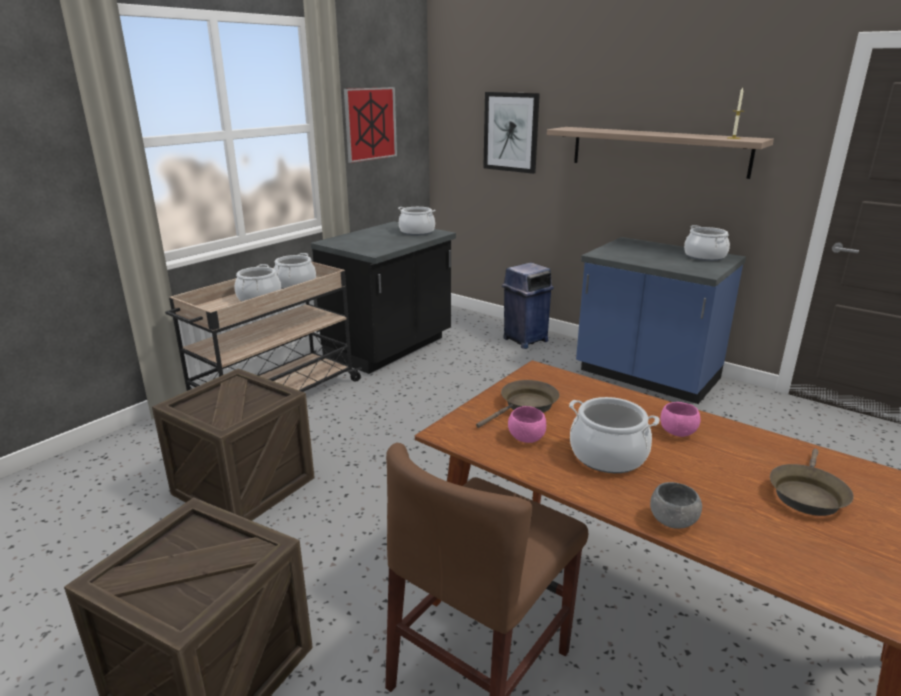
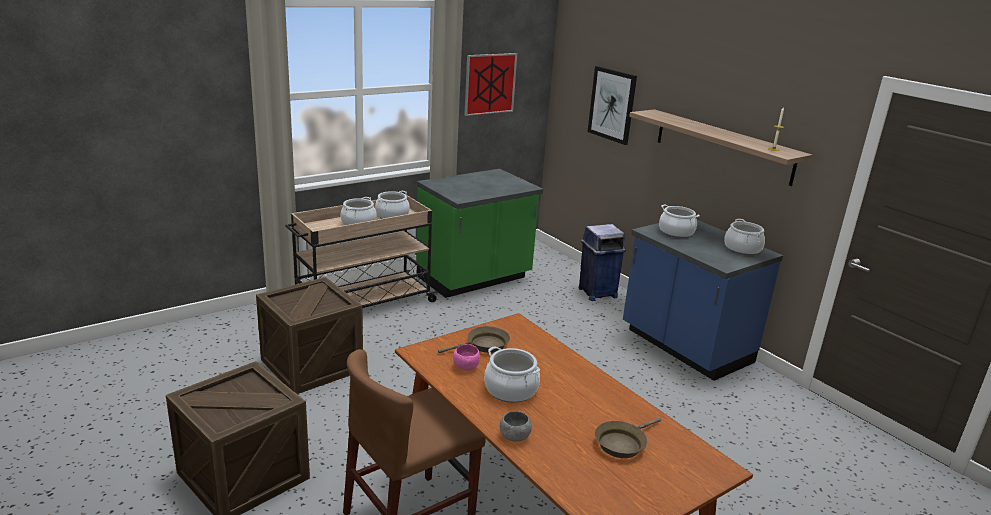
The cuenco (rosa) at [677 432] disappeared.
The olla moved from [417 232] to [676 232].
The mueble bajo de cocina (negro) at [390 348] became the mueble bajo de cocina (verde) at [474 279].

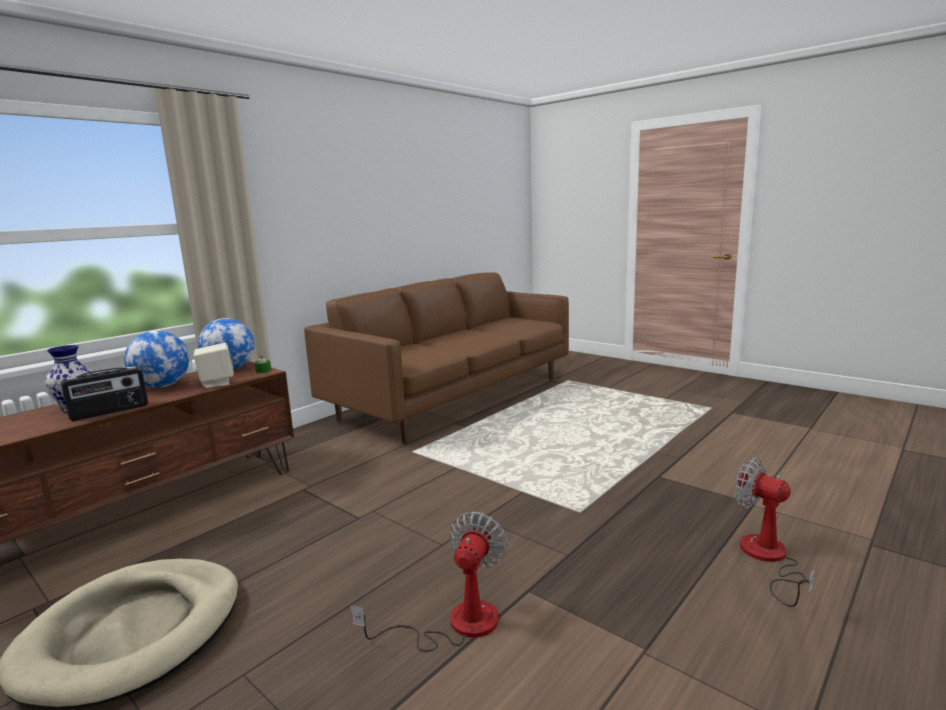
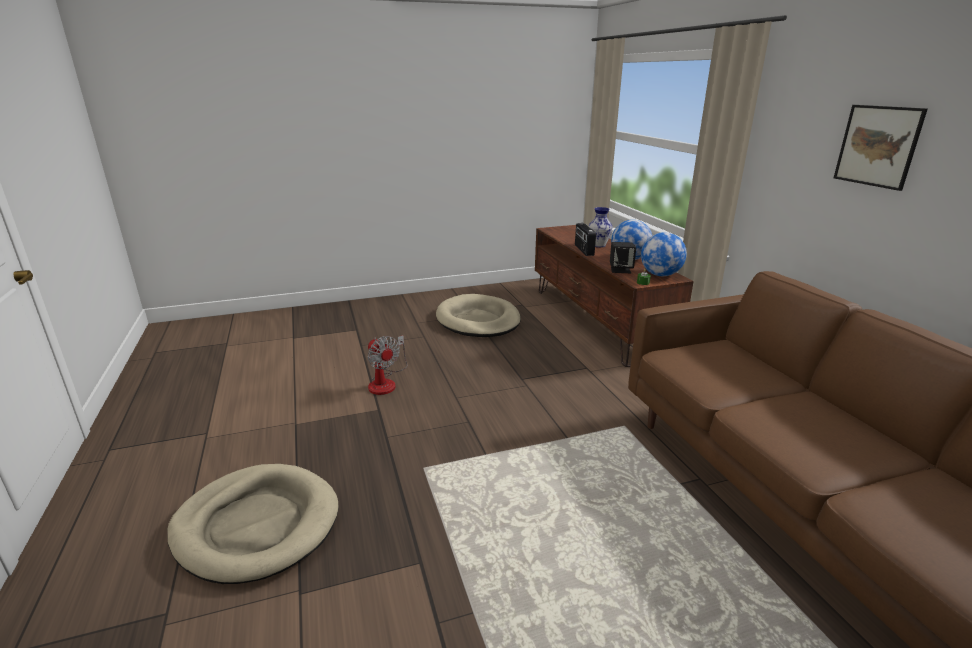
The cuadro at [877 146] appeared.
The ventilador at [768 559] was replaced by the cama para perro (beis) at [257 525].
The altavoz (beis) at [216 383] became the altavoz (negro) at [620 270].

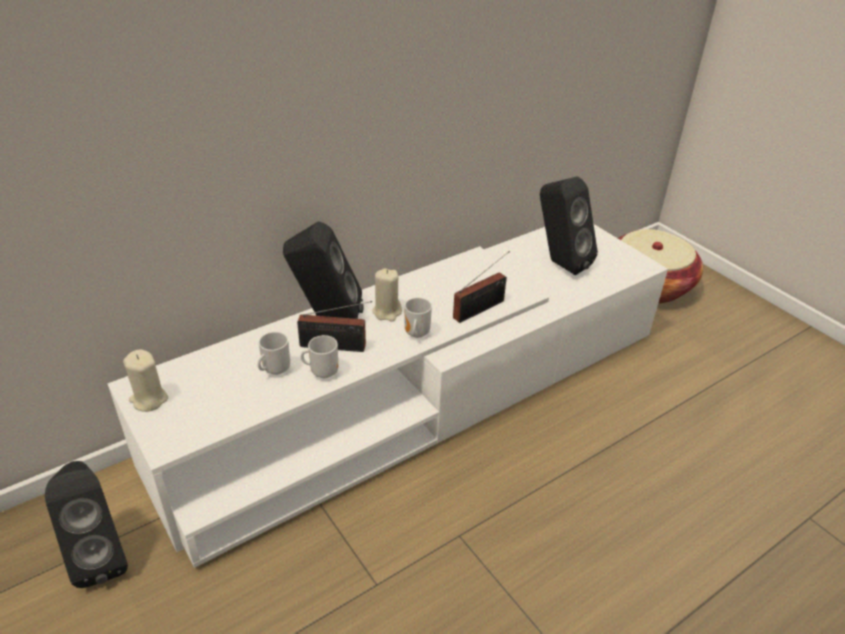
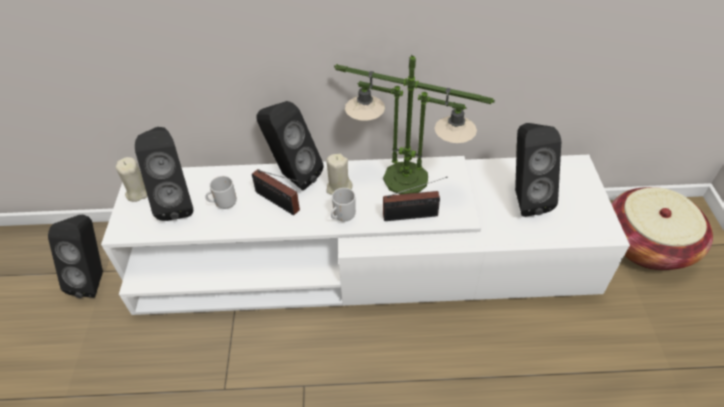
The taza grande at [322 372] disappeared.
The altavoz (negro) at [178 202] appeared.
The lámpara de mesa at [406 179] appeared.

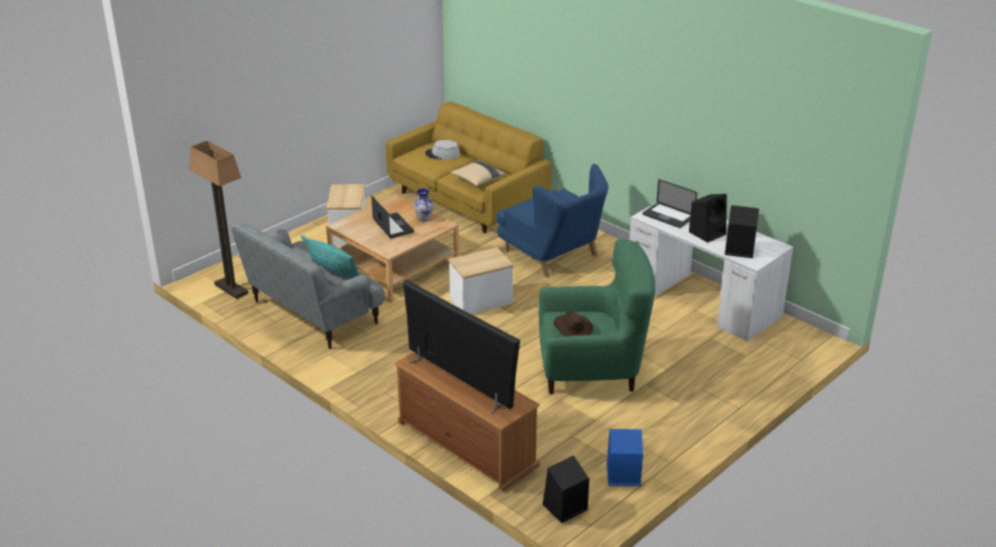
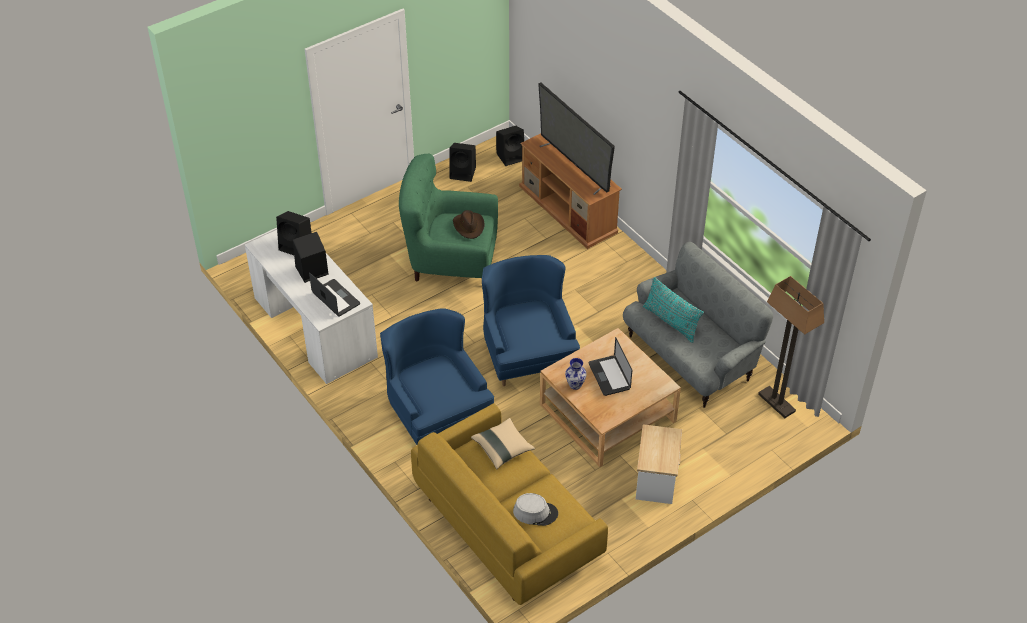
The mesa auxiliar at [480 301] was replaced by the sillón (azul) at [527 352].
The altavoz (azul) at [622 475] became the altavoz (negro) at [463 173].

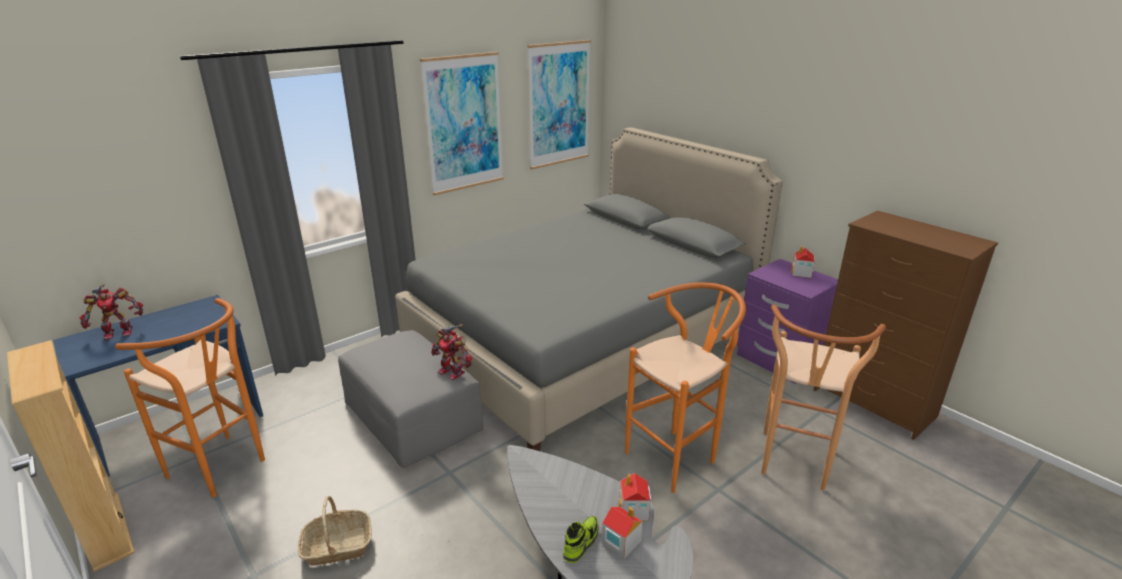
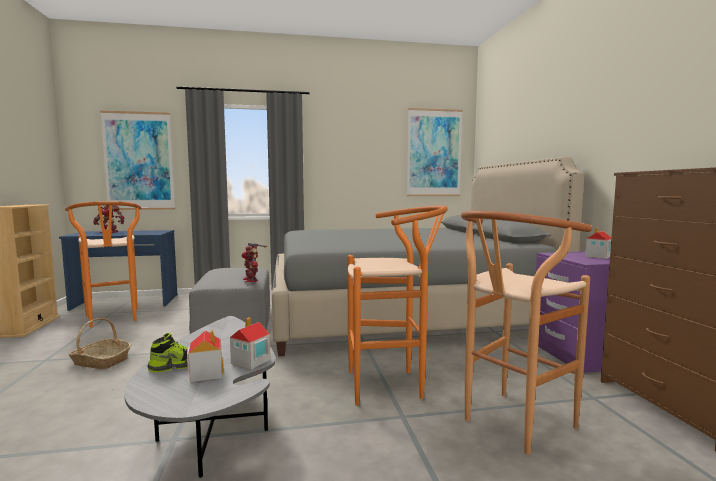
The cuadro moved from [464 123] to [139 161].

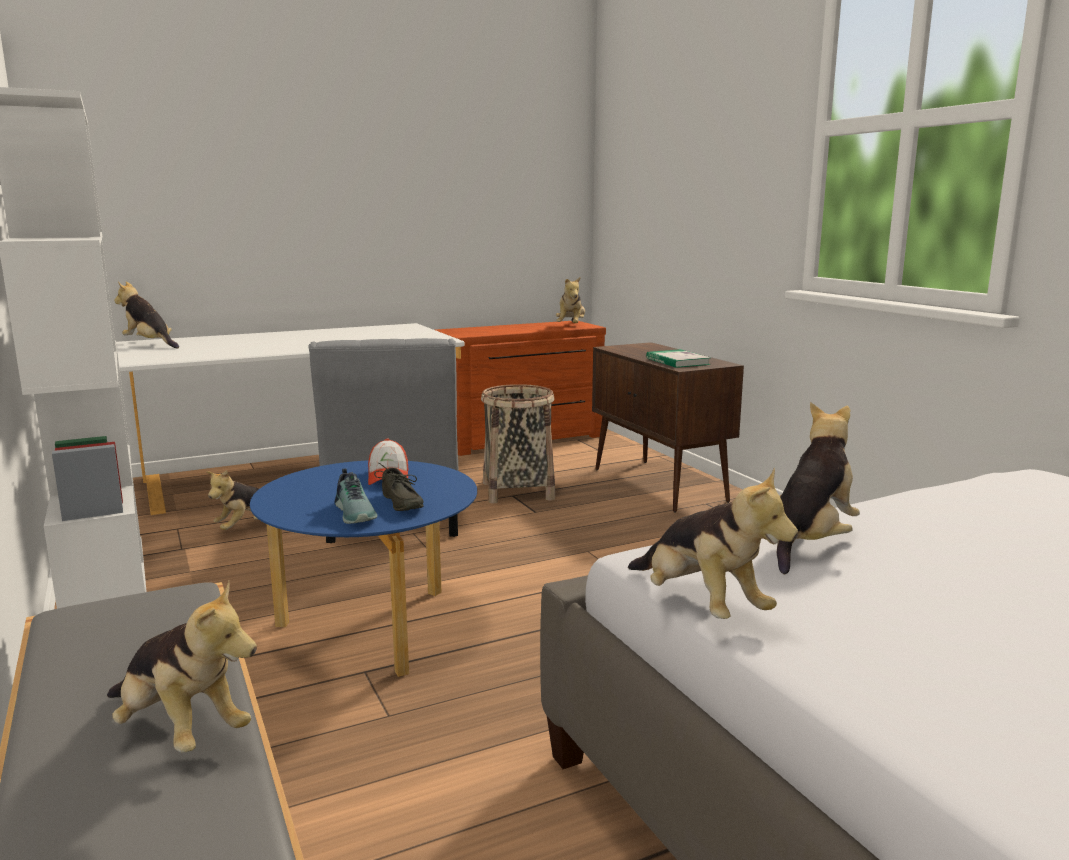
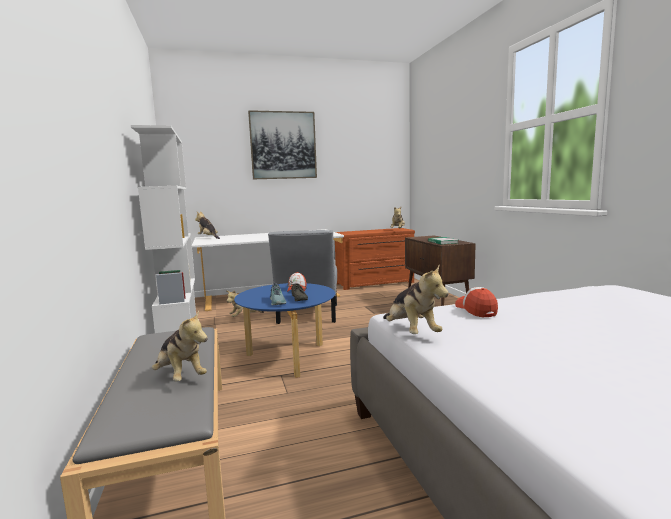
The cesta at [518 491] disappeared.
The cuadro at [283 145] appeared.
The peluche at [810 542] was replaced by the gorra at [476 310].

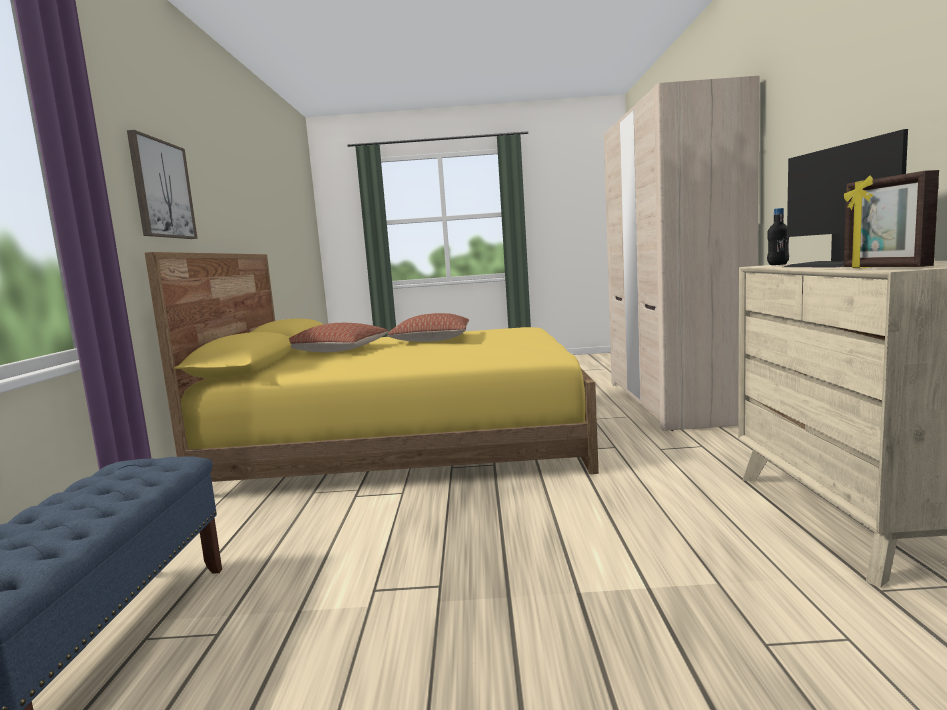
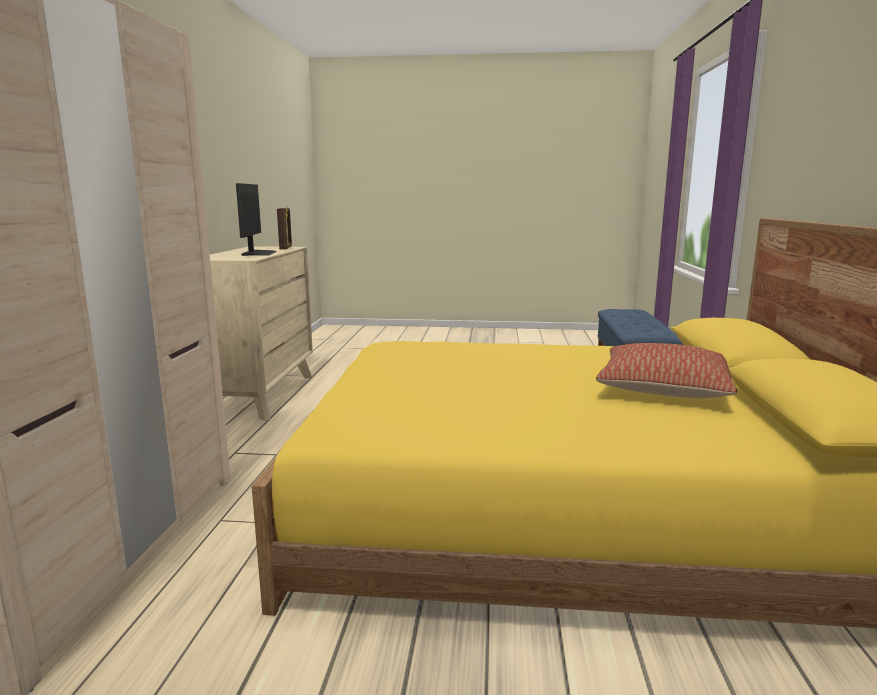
The cuadro at [161 189] disappeared.
The cojín at [431 340] disappeared.
The botella (negro) at [777 264] disappeared.

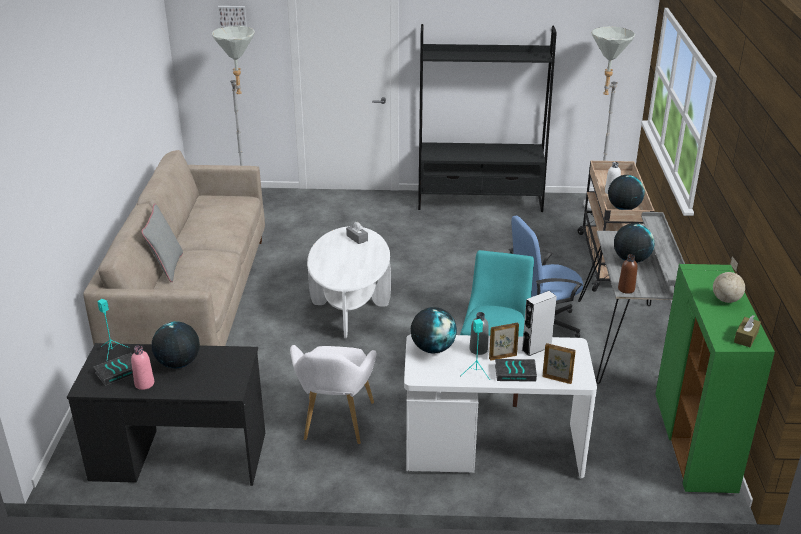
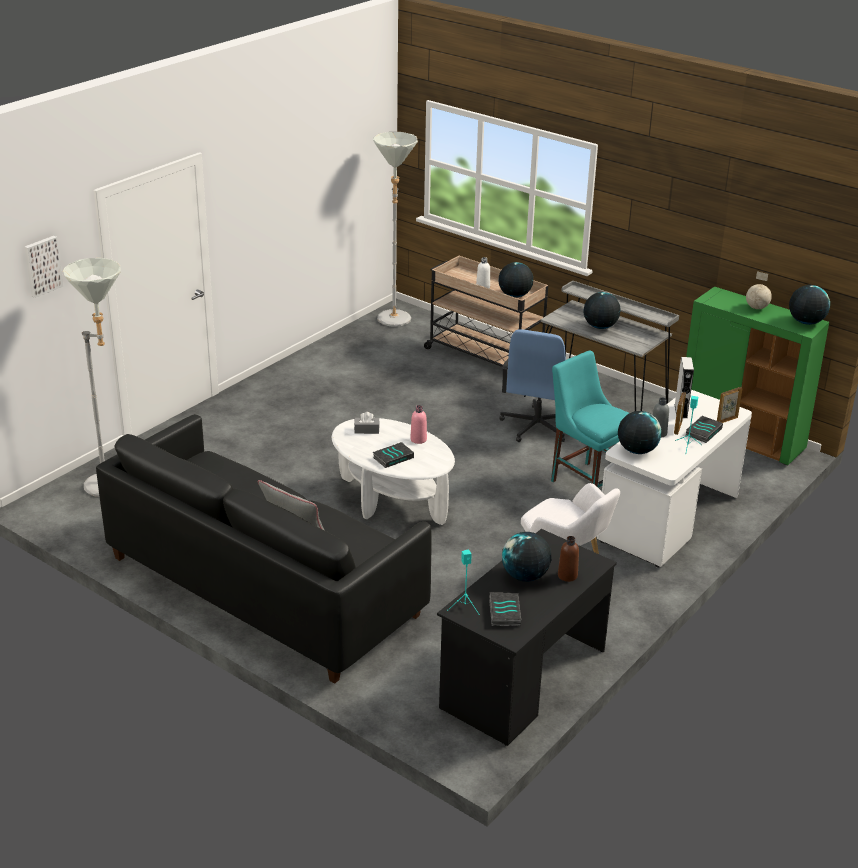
The estantería (negro) at [480 201] disappeared.
The libro at [393 457] appeared.
The botella (rosa) moved from [144 384] to [418 439].
The botella (marrón) moved from [626 289] to [567 576].
The caja de pañuelos (marrón) at [746 337] was replaced by the globo terráqueo at [806 322].
The sofá (beis) at [192 300] became the sofá (negro) at [263 586].

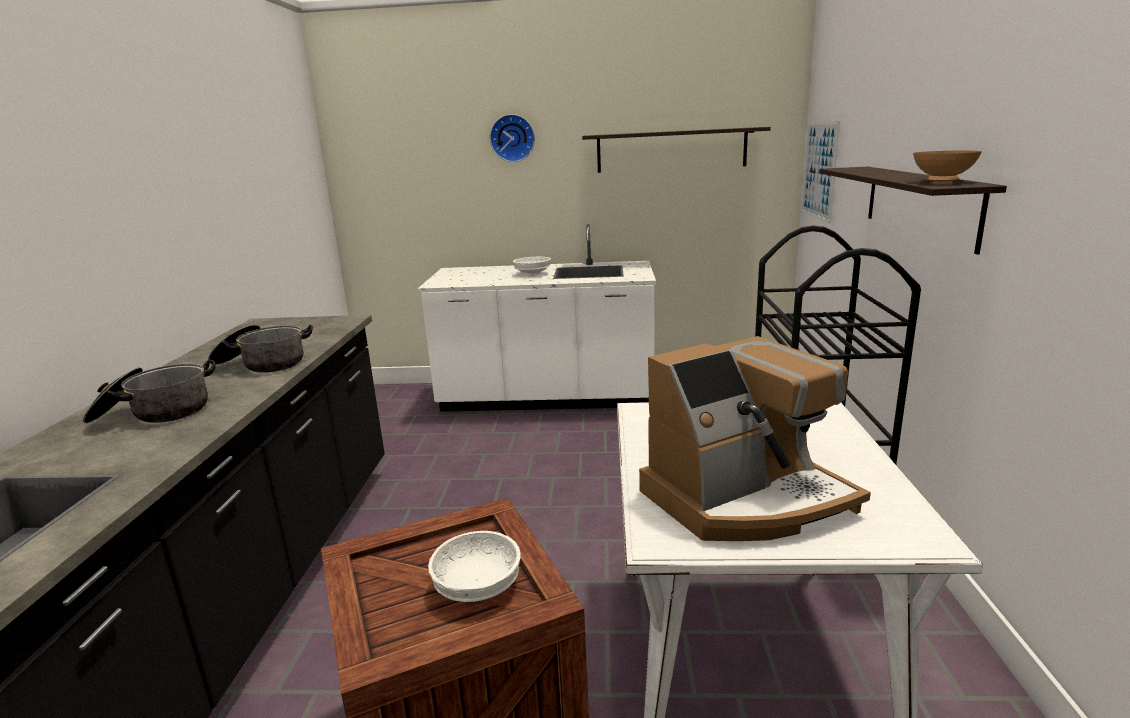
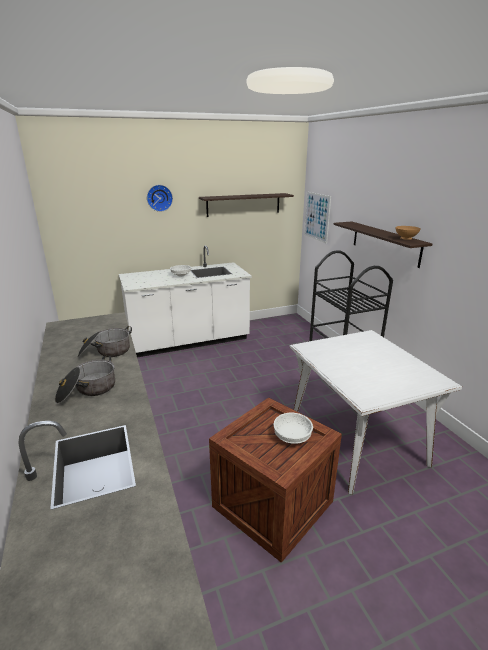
The cafetera at [746 498] disappeared.

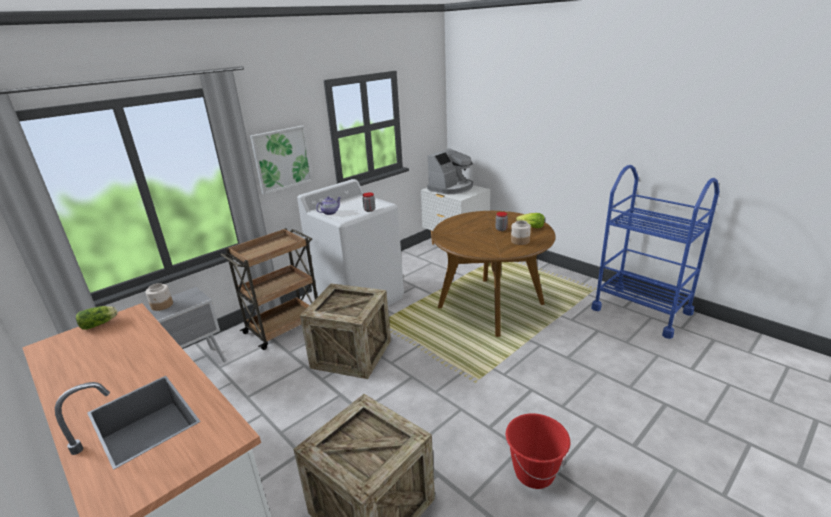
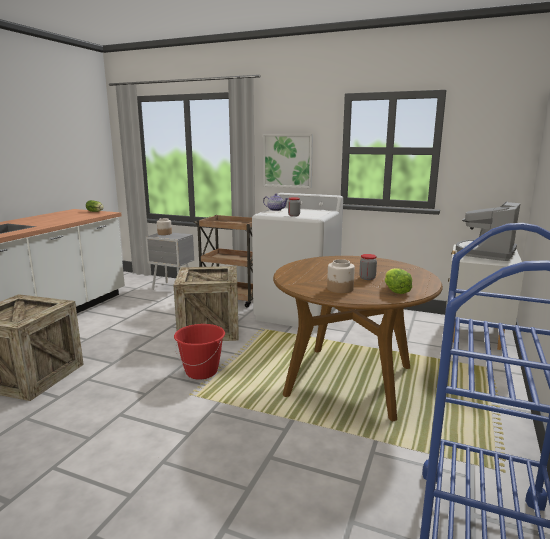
The cubo (rojo) moved from [534 473] to [201 372].
The cafetera at [451 188] turned 105 degrees clockwise.

